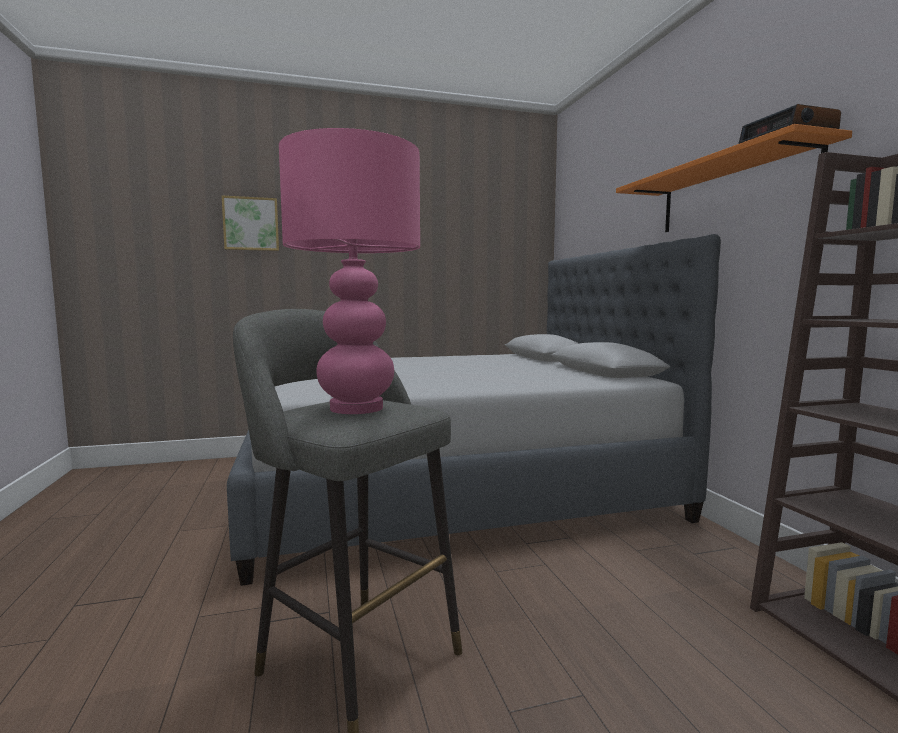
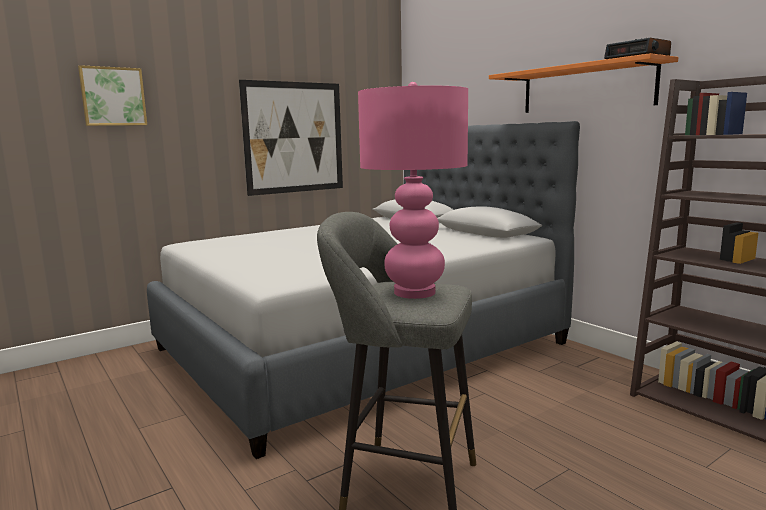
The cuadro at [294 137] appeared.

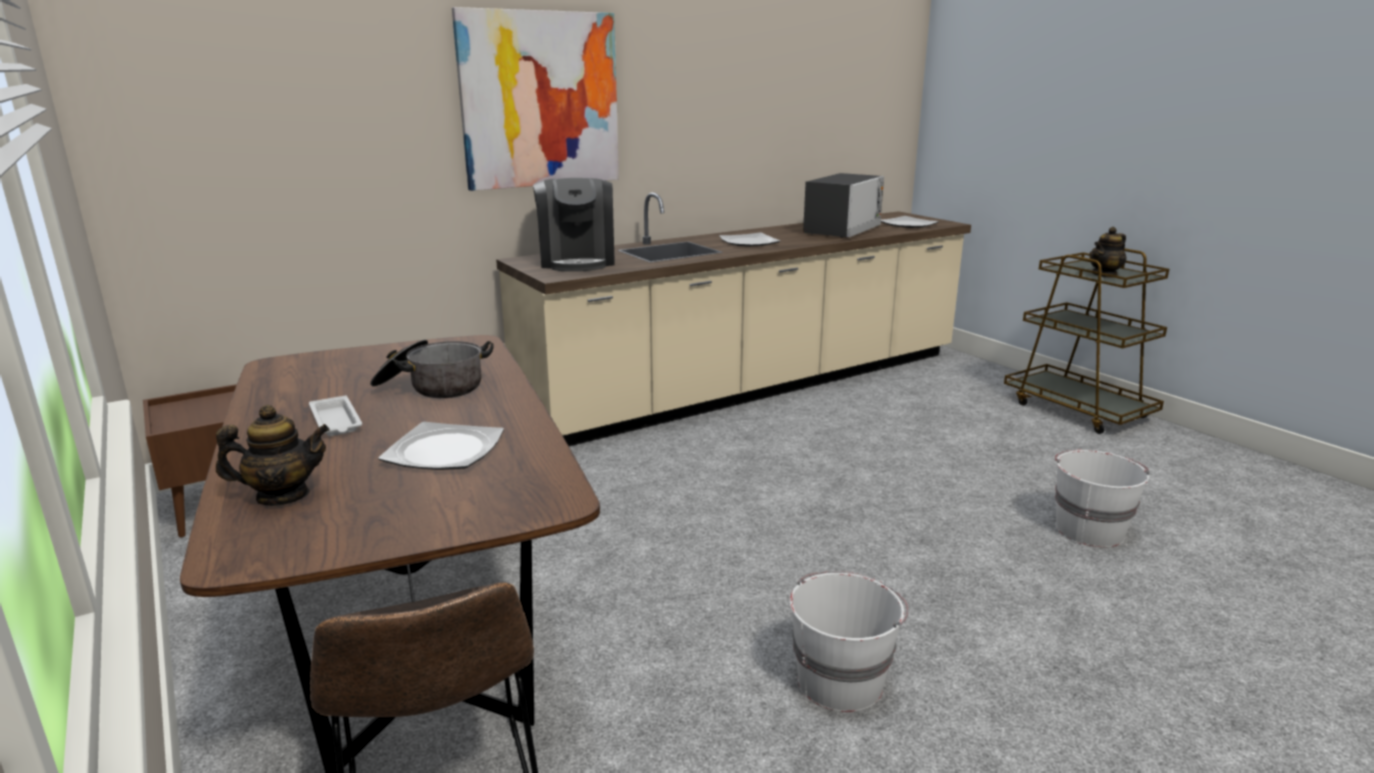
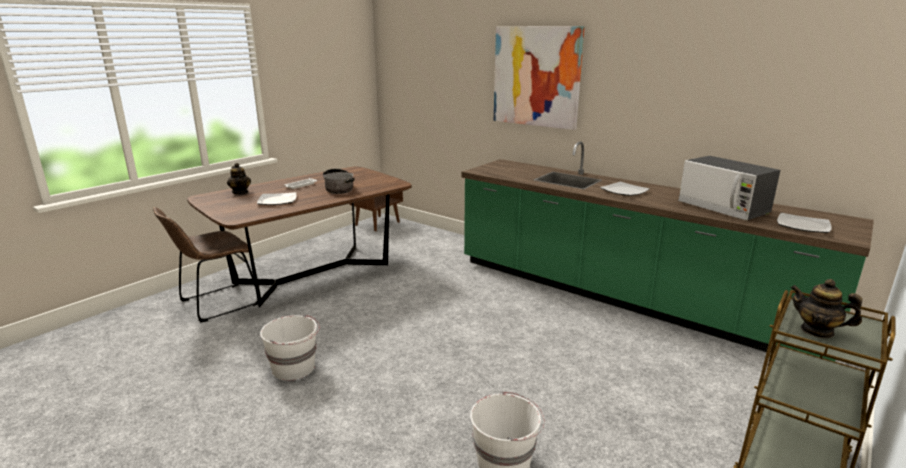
The cafetera at [577 261] disappeared.
The mueble bajo de cocina (beis) at [752 387] became the mueble bajo de cocina (verde) at [624 298].
The microondas at [842 230] turned 45 degrees clockwise.

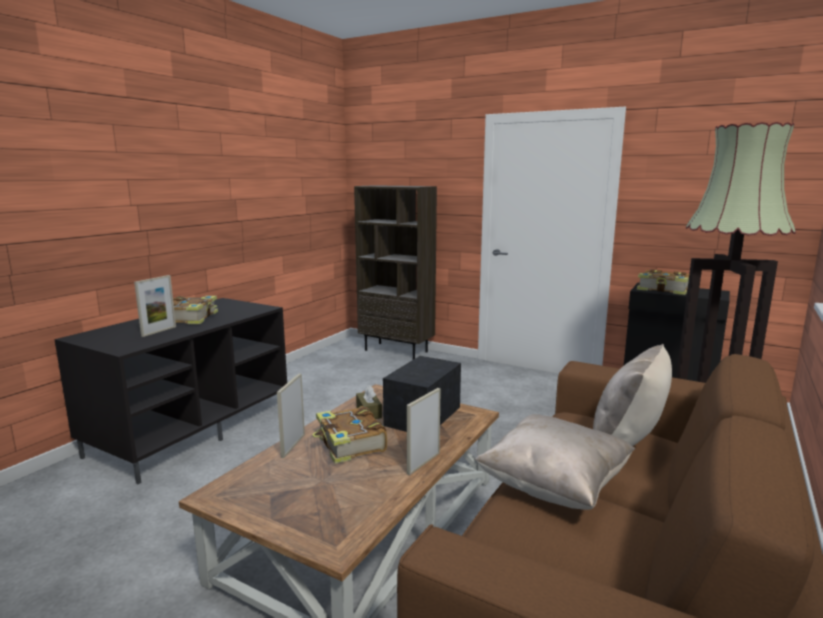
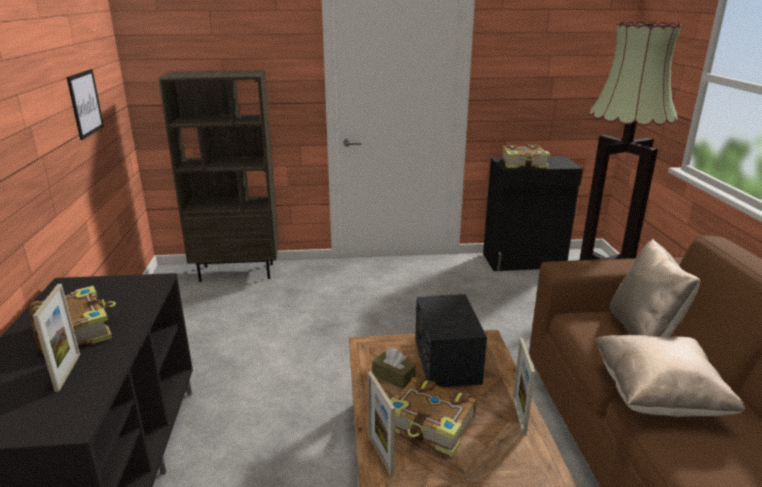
The cuadro at [85 103] appeared.

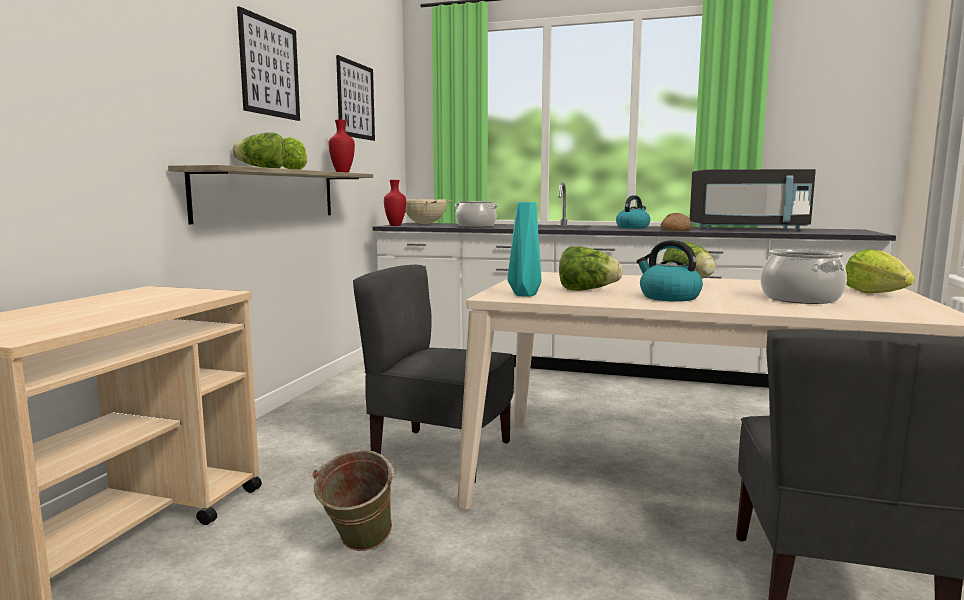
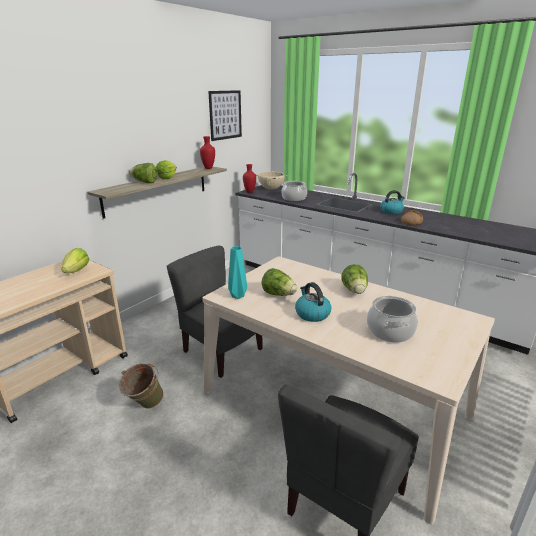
The cuadro at [270 68] disappeared.
The microondas (negro) at [747 229] disappeared.
The lechuga moved from [875 293] to [77 271].

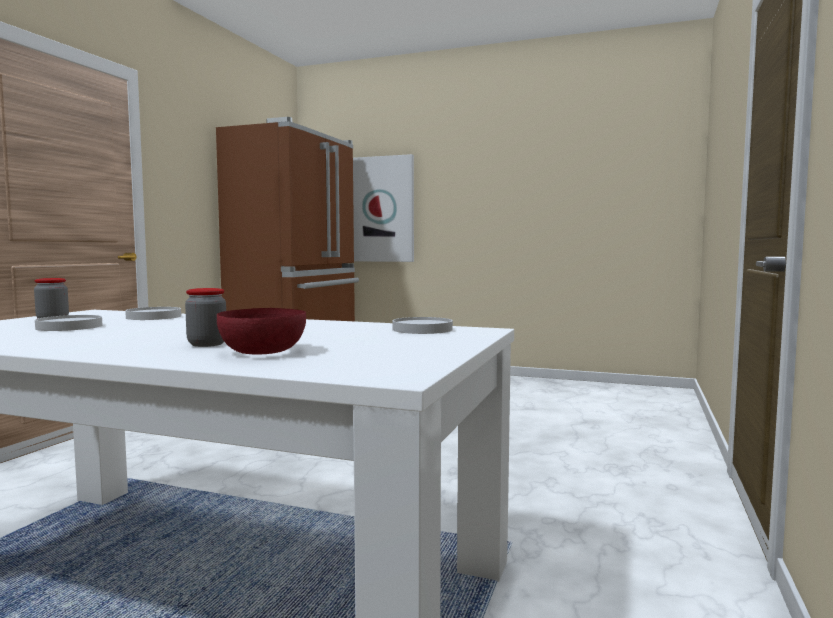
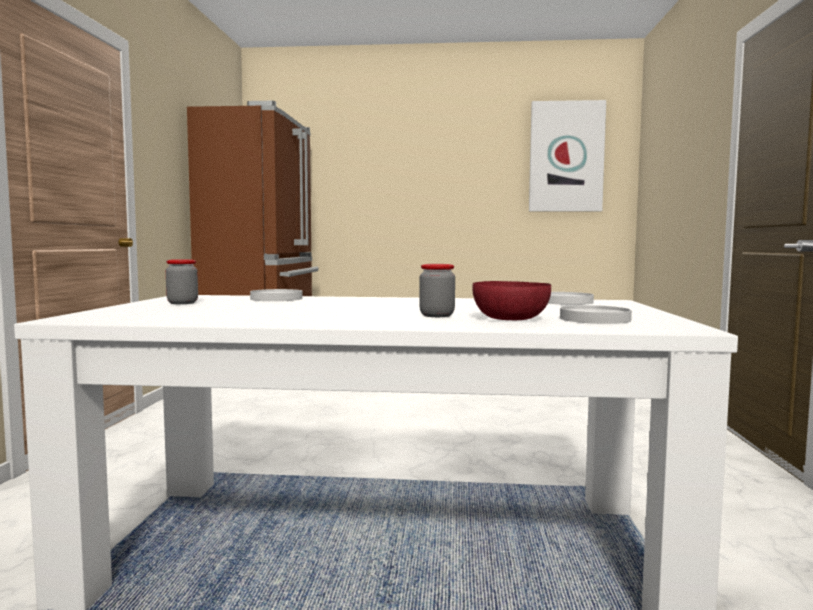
The plato (blanco) moved from [69 327] to [595 319].
The cuadro moved from [381 209] to [566 157].

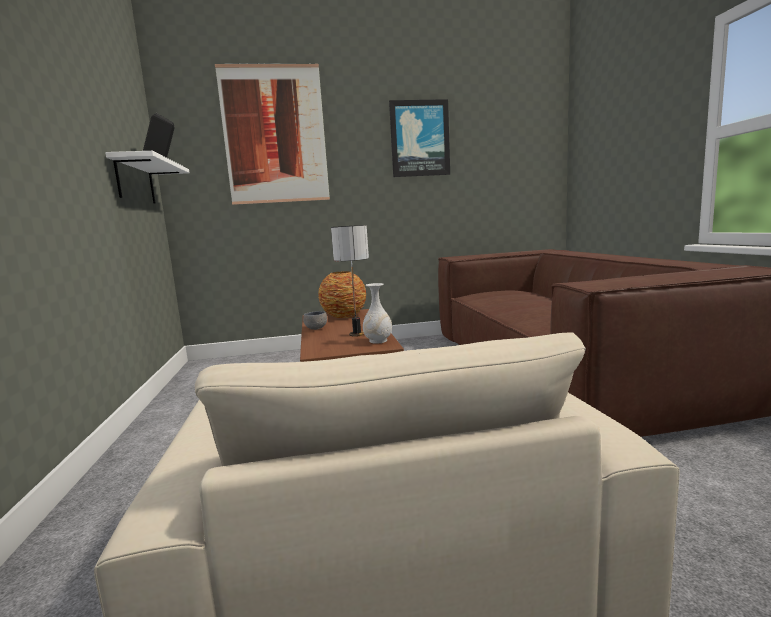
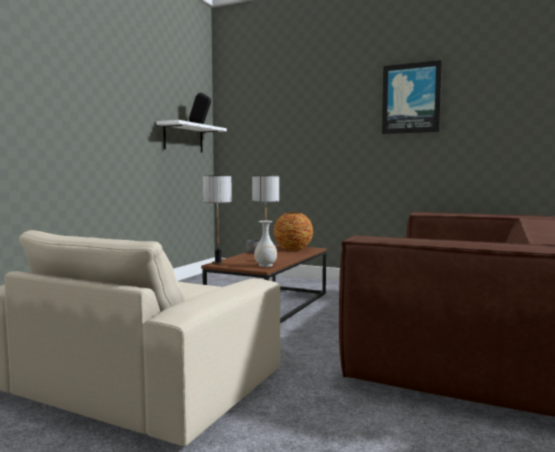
The cuadro at [275 134] disappeared.
The lámpara de mesa at [218 263] appeared.

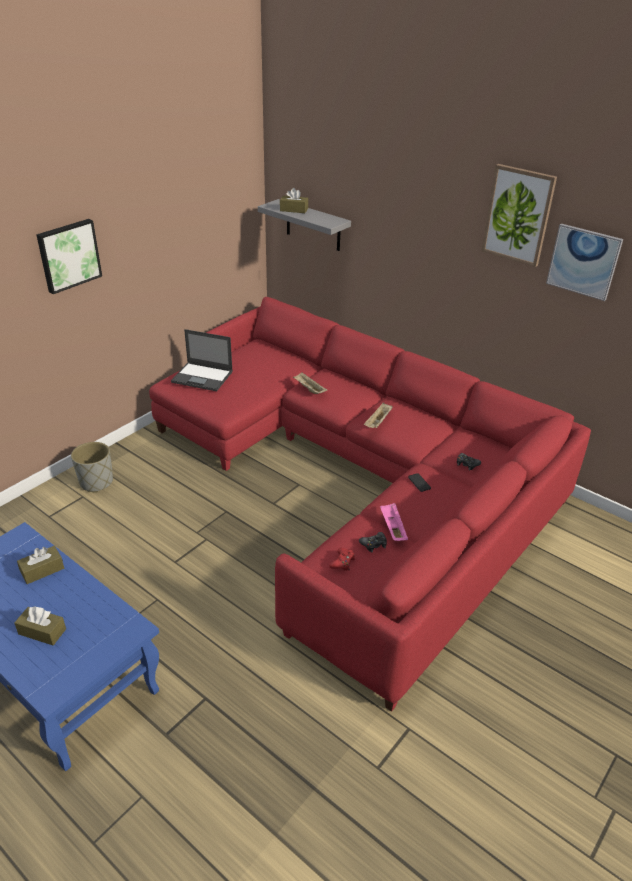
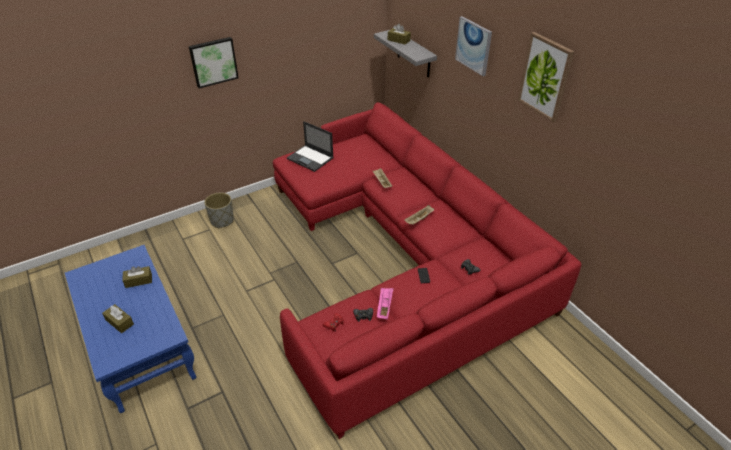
The cuadro moved from [583 261] to [473 45].

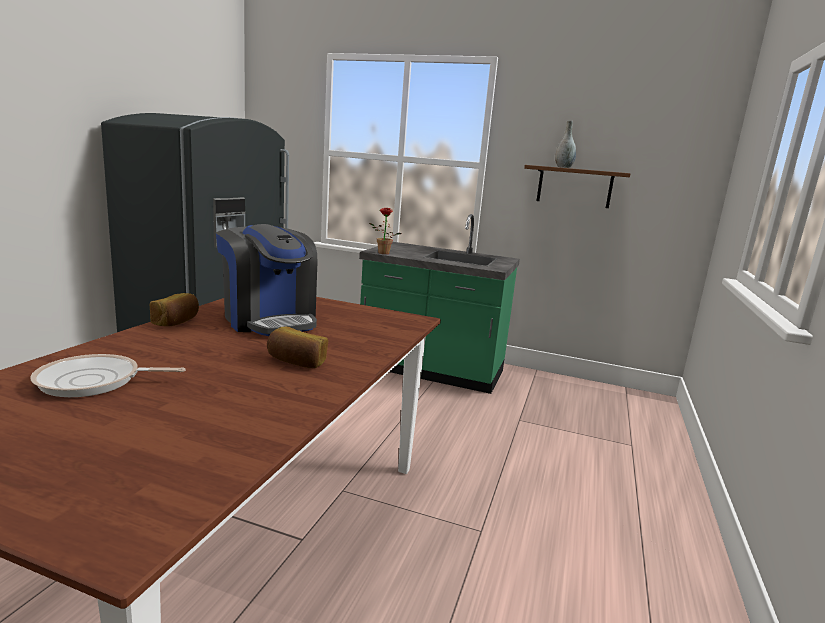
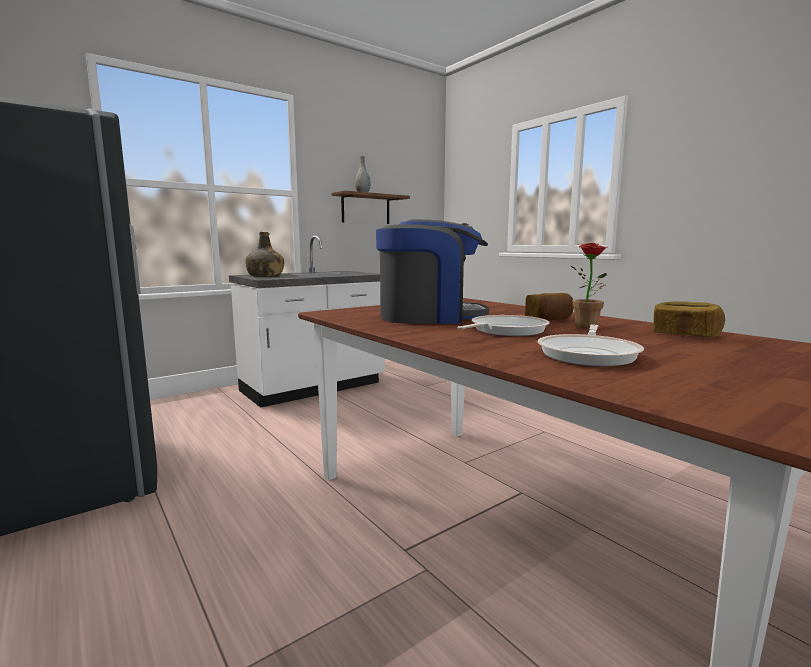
The botella (verde) at [265 276] appeared.
The sartén at [505 330] appeared.
The pan moved from [177 322] to [685 335].
The planta en maceta moved from [382 253] to [589 327].
The mueble bajo de cocina (verde) at [431 371] became the mueble bajo de cocina (blanco) at [314 388].

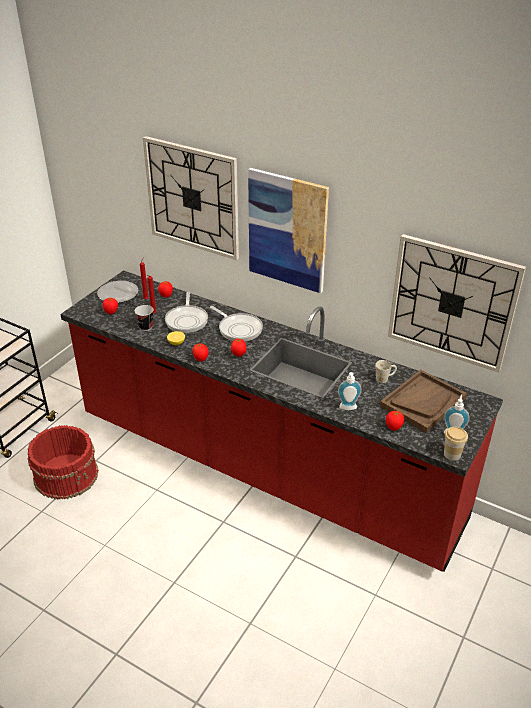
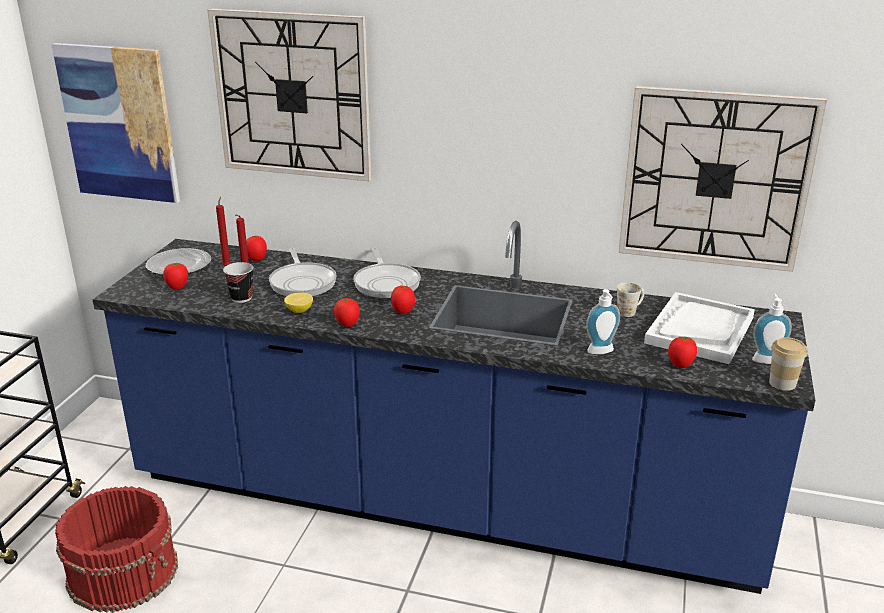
The cuadro moved from [287 230] to [119 123].
The mueble bajo de cocina (rojo) at [265 469] became the mueble bajo de cocina (azul) at [442 505].
The bandeja (marrón) at [422 402] became the bandeja (blanco) at [699 330].
The sartén at [238 329] turned 45 degrees clockwise.

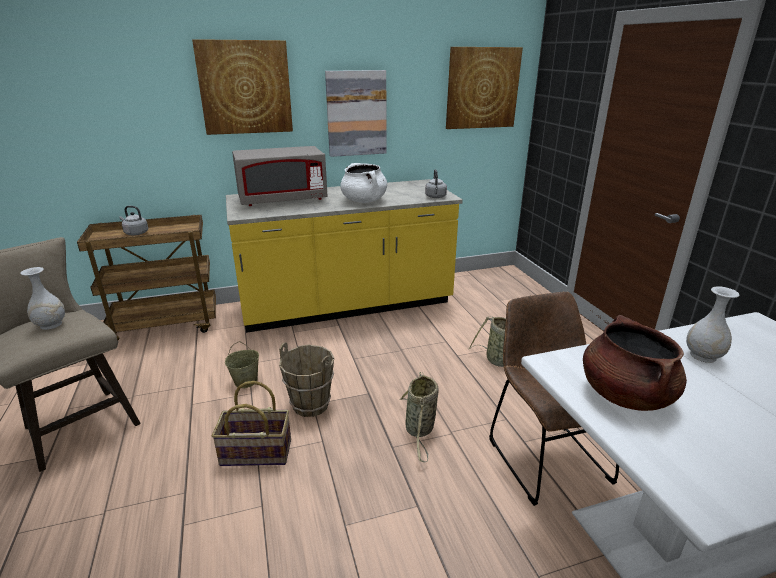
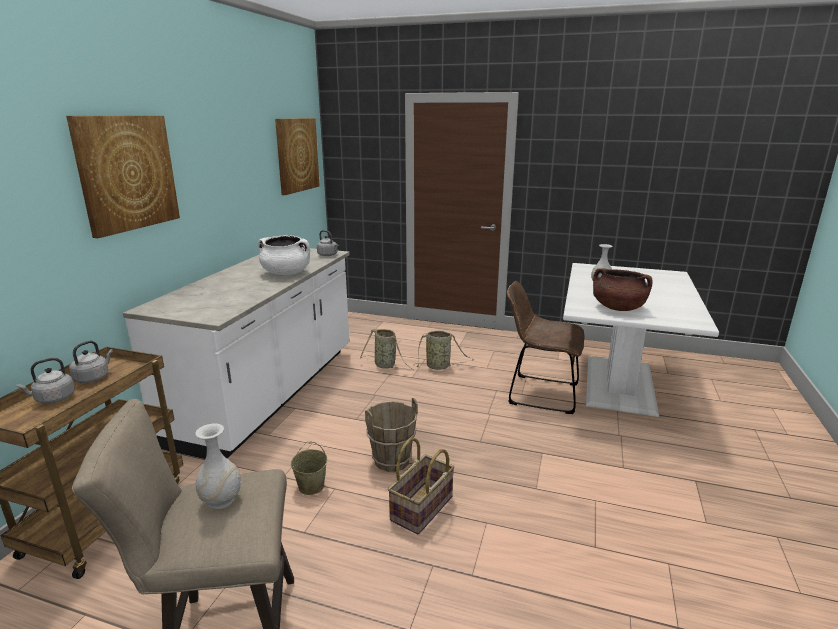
The microondas (gris) at [282 200] disappeared.
The cuadro at [356 113] disappeared.
The hervidor (gris) at [93 377] appeared.
The cesta moved from [420 430] to [386 365].
The mueble bajo de cocina (amarillo) at [347 305] became the mueble bajo de cocina (blanco) at [269 393].

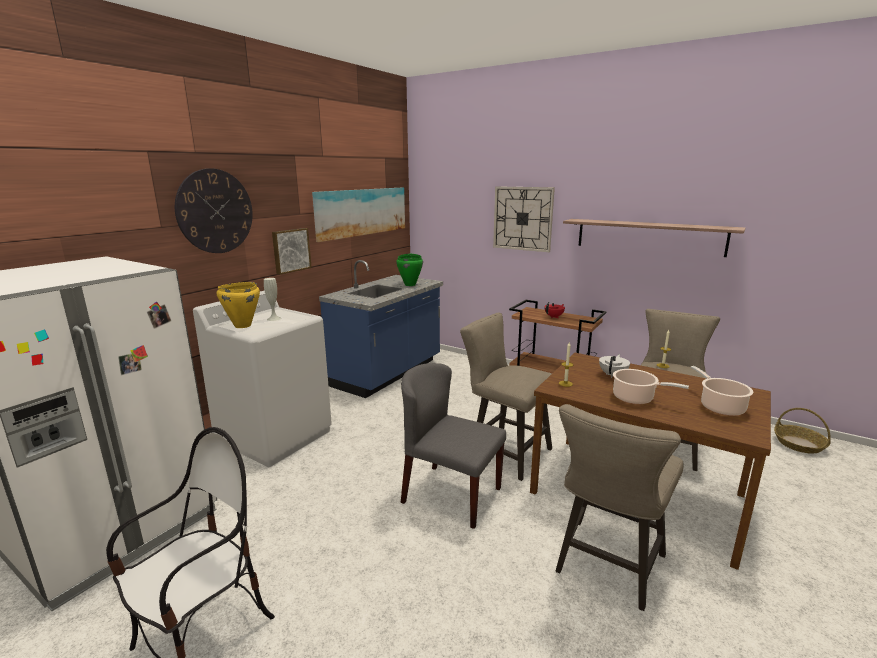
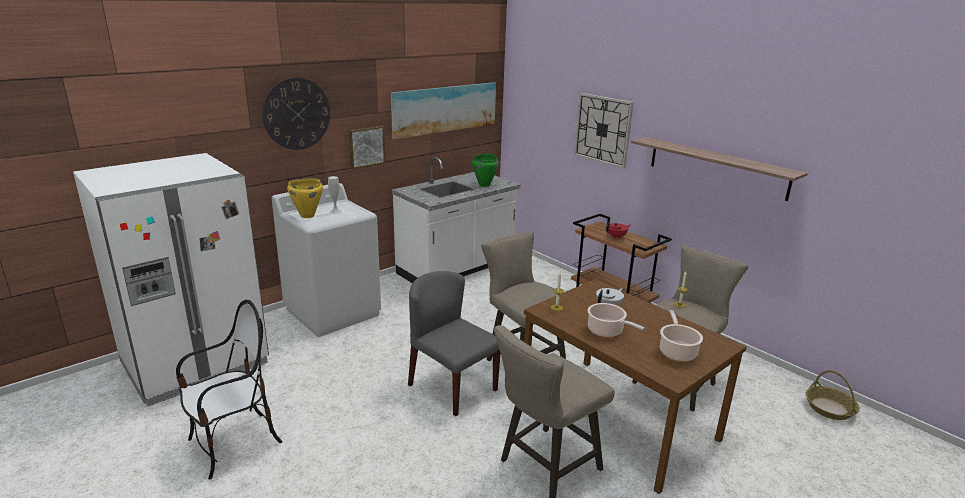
The mueble bajo de cocina (azul) at [388 373] became the mueble bajo de cocina (blanco) at [456 269].

